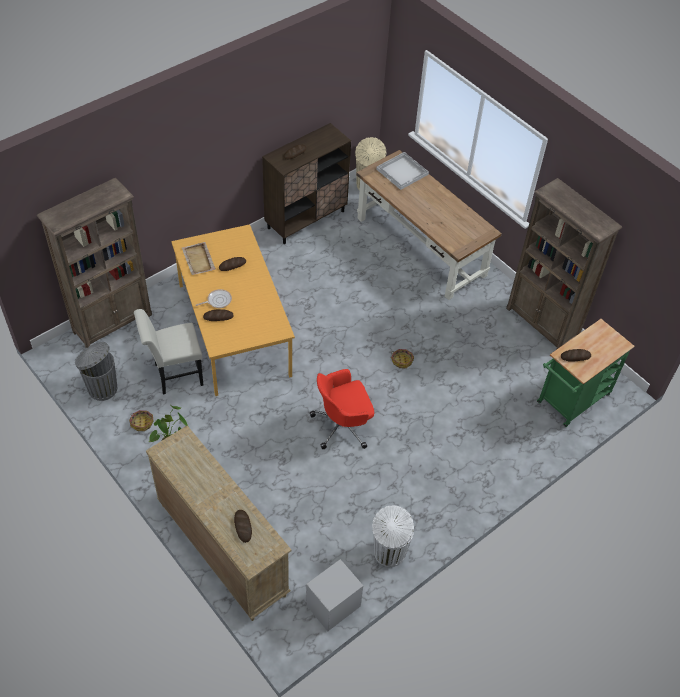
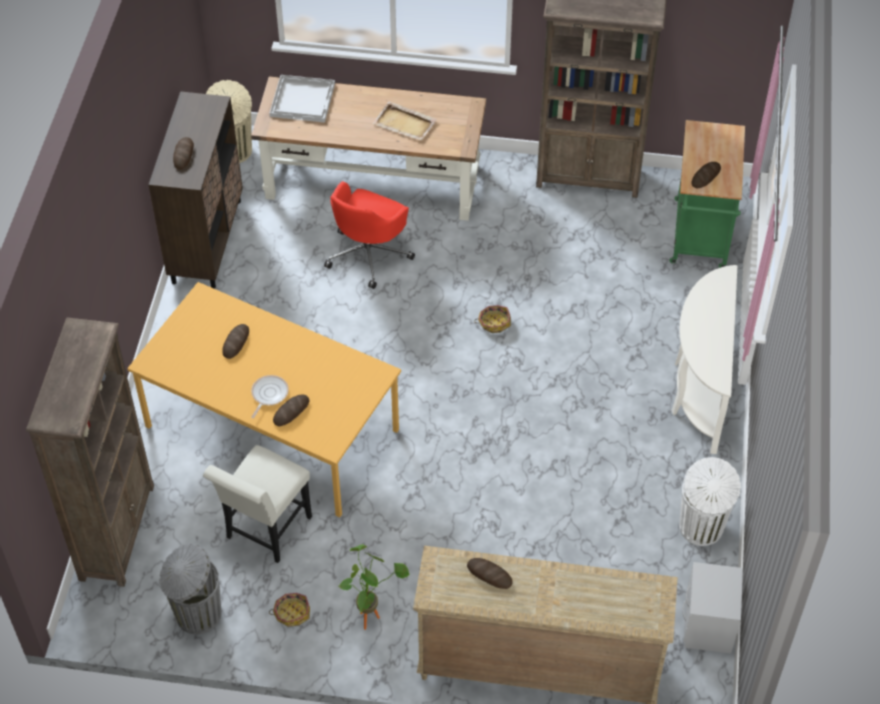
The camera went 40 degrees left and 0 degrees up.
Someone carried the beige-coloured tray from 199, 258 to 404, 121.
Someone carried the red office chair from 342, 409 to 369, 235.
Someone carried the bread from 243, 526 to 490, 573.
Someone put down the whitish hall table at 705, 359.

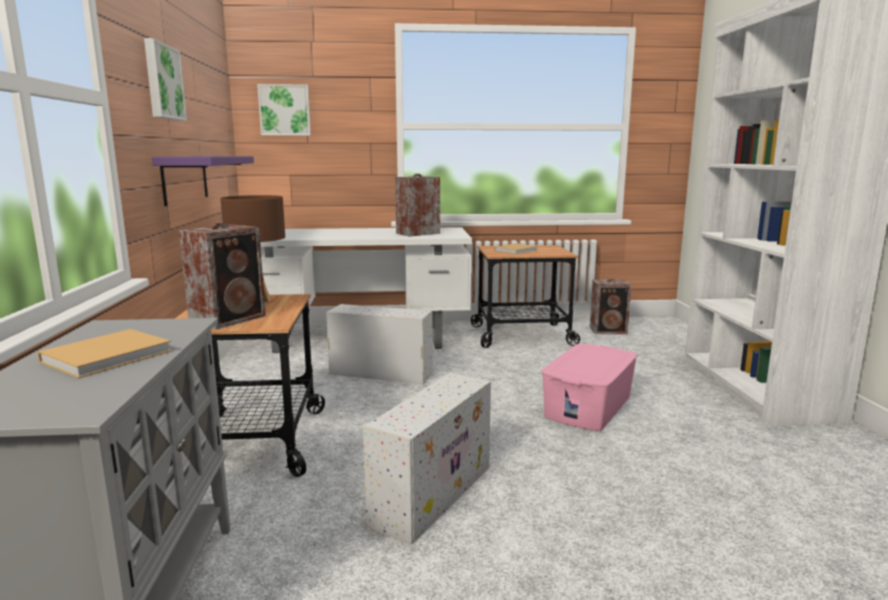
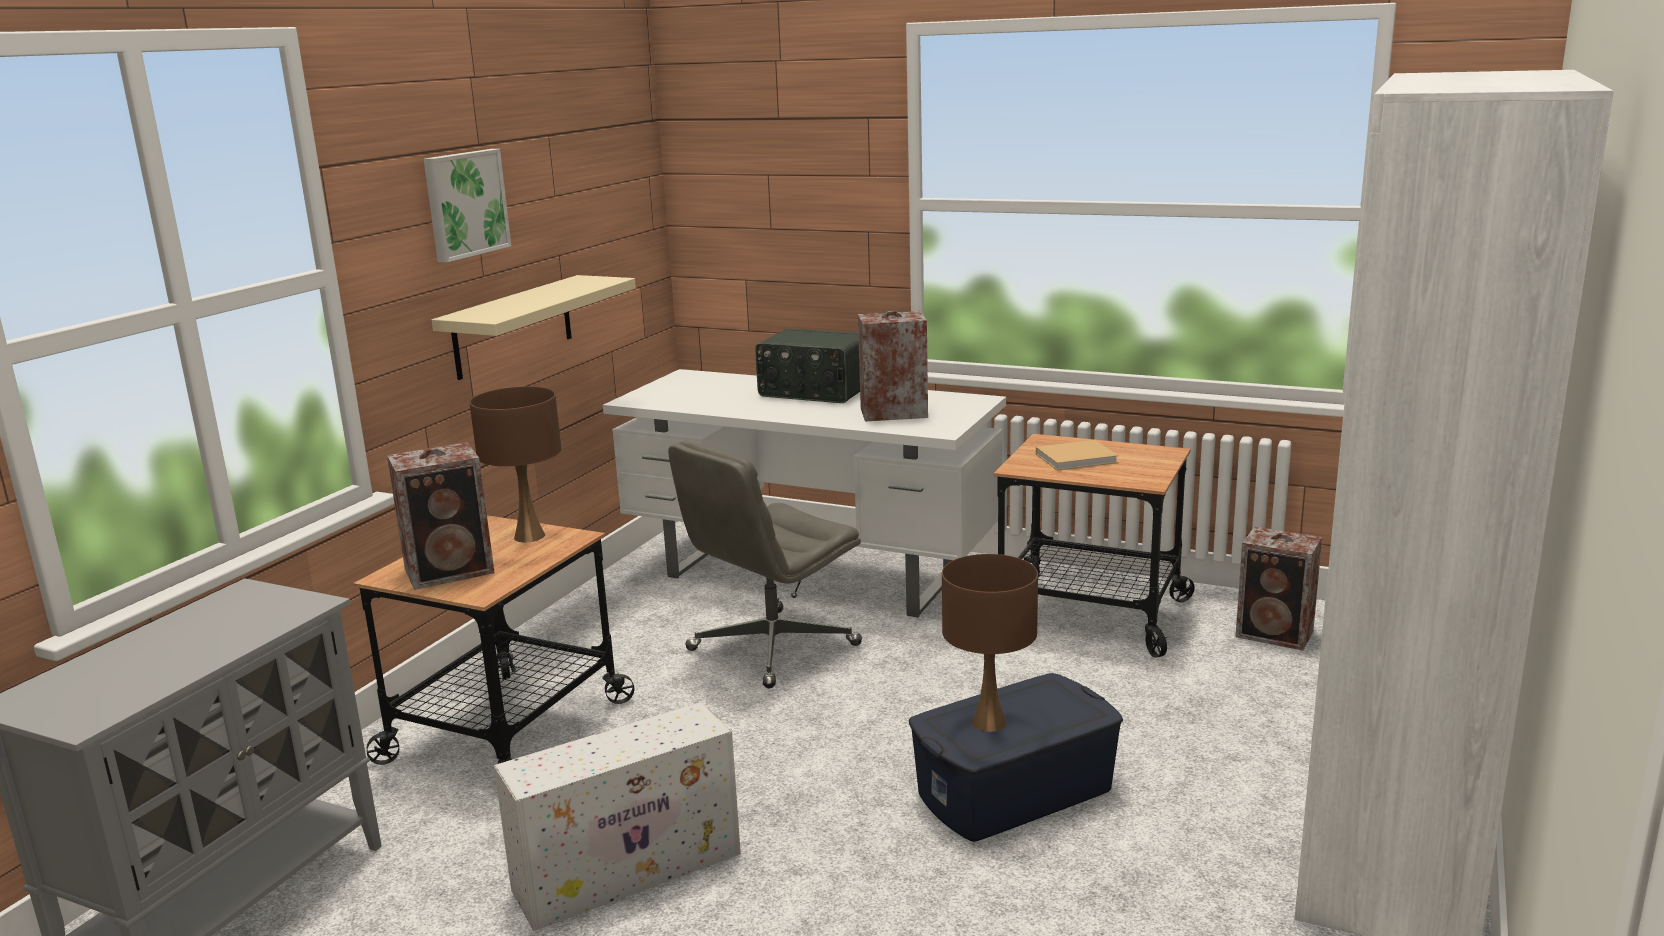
The camera went 30 degrees right and 5 degrees up.
Someone took away the wall art at 284, 110.
Someone repainted the purple wall shelf at 203, 181, which became the beige-coloured wall shelf at 534, 327.
Someone swapped the whitish storage container at 379, 344 for the greyish office chair at 765, 564.
Someone took away the beige-coloured bound book at 105, 354.
Someone repainted the pinkish storage container at 589, 387, which became the blue storage container at 1016, 757.
Someone put down the radio at 807, 365.
Someone put down the brownish lamp for a table at 990, 643.

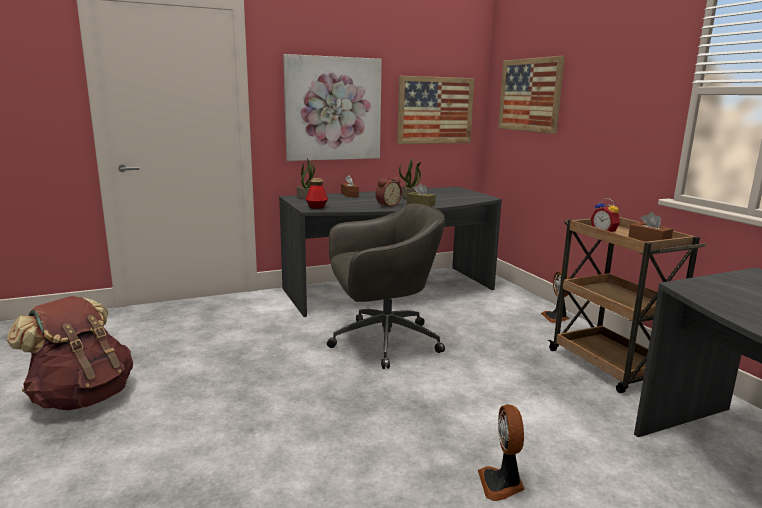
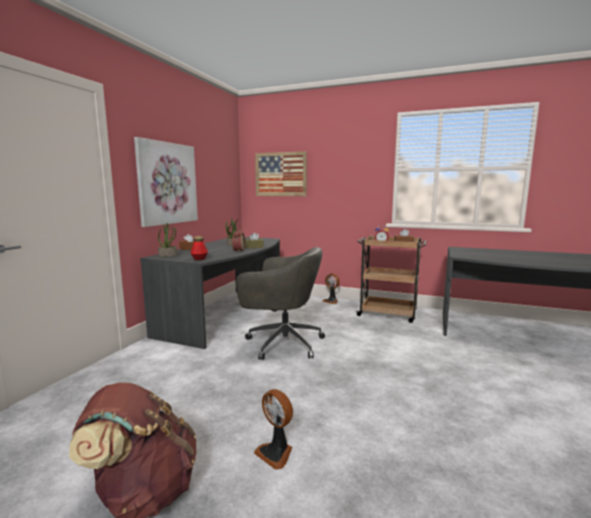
The camera went 45 degrees left and 5 degrees down.
Someone took away the wall art at 435, 110.
Someone rotated the greyish office chair at 386, 286 by 75 degrees clockwise.
Someone carried the fan from 501, 452 to 273, 429.

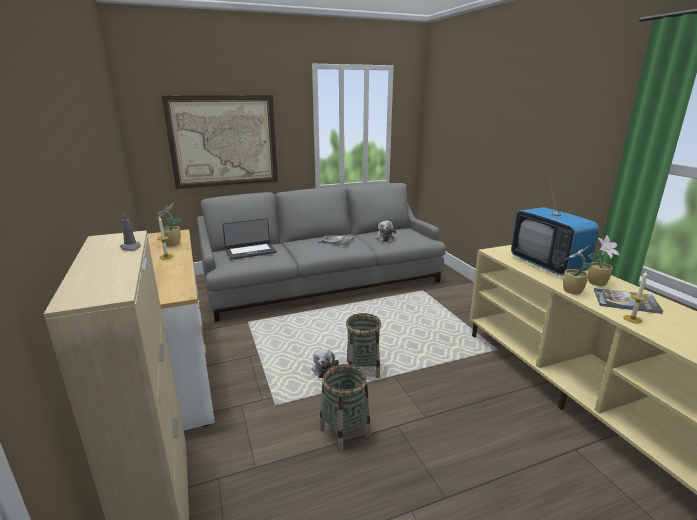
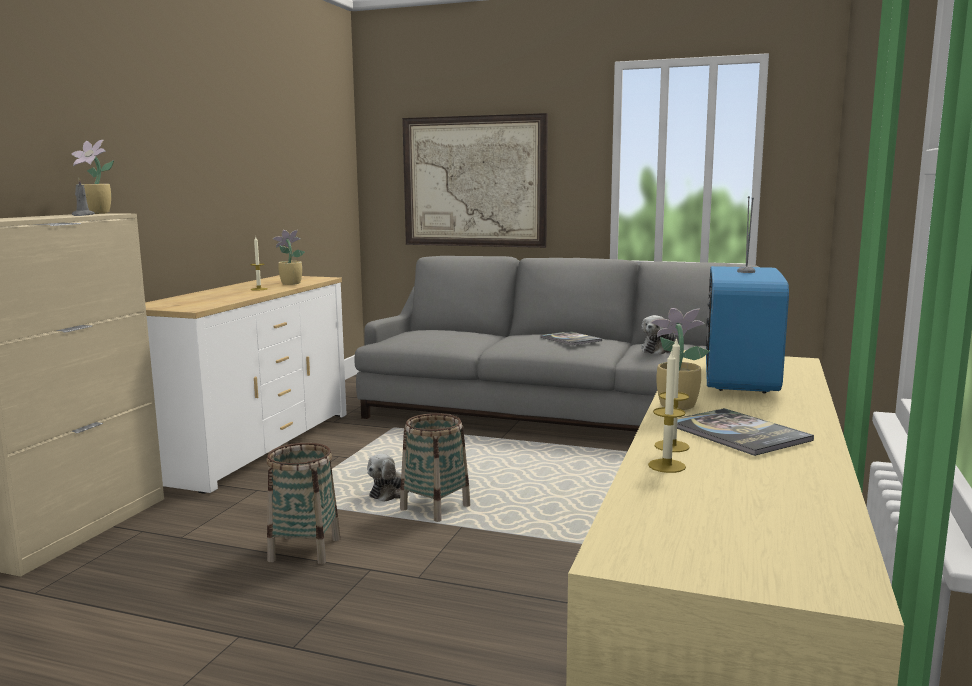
The camera went 40 degrees right and 10 degrees down.
Someone took away the notebook computer at 249, 239.
Someone carried the houseplant from 603, 261 to 93, 177.
Someone put down the candle at 667, 412.

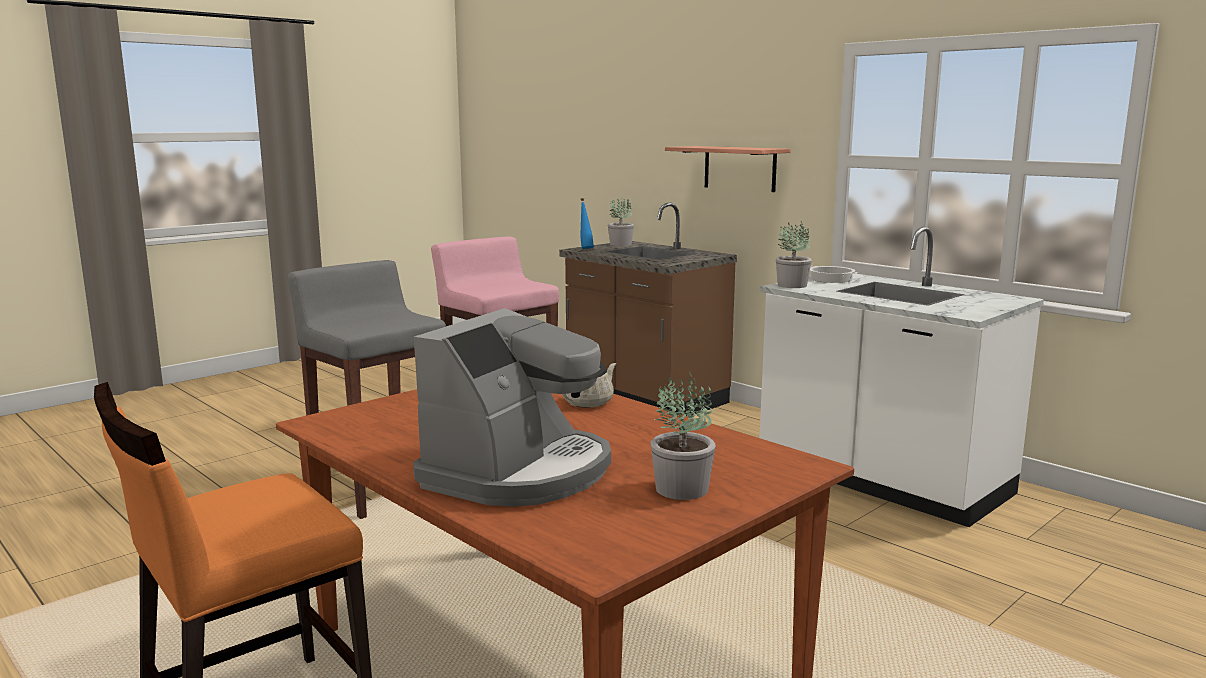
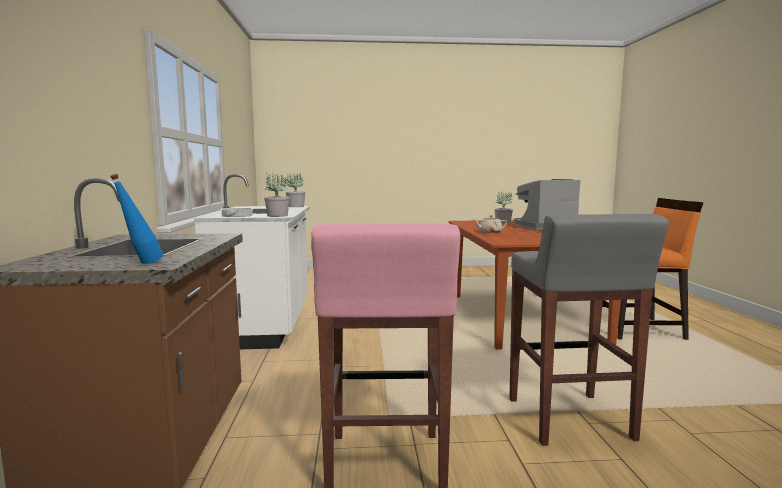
The camera went 140 degrees left and 5 degrees down.
Someone took away the wall shelf at 728, 169.
Someone carried the houseplant from 621, 222 to 295, 190.

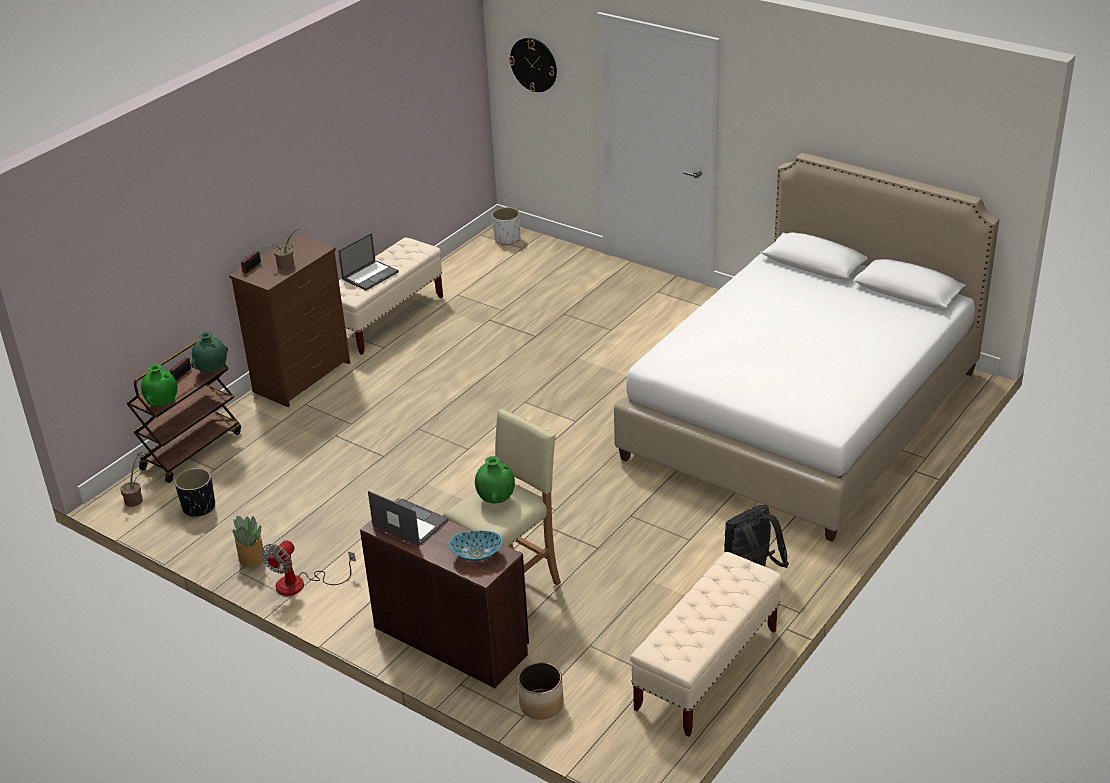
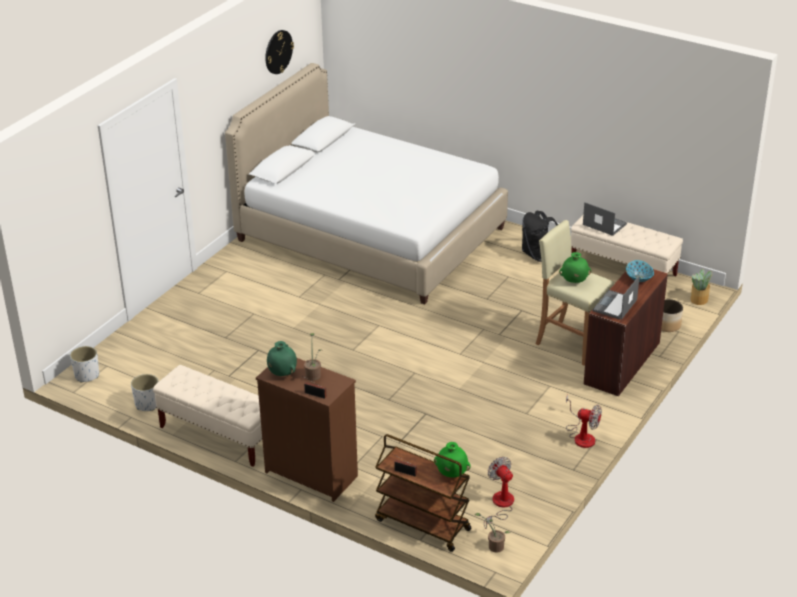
The camera went 95 degrees left and 0 degrees up.
Someone carried the clock on the wall from 533, 65 to 279, 52.
Someone carried the notebook computer from 368, 261 to 605, 219.
Someone carried the greenish vase from 209, 351 to 282, 358.
Someone swapped the black flower pot at 195, 492 for the fan at 499, 493.
Someone carried the houseplant from 247, 541 to 701, 287.
Someone put down the whitish flower pot at 145, 392.

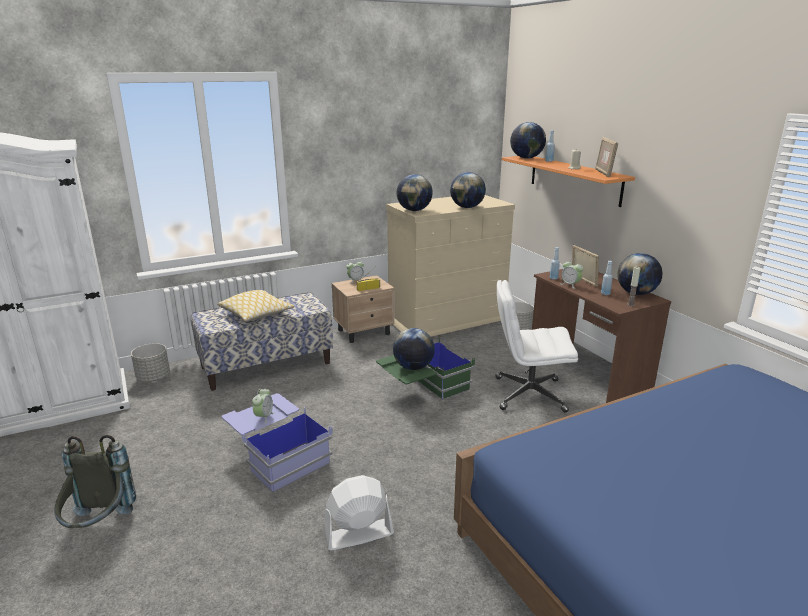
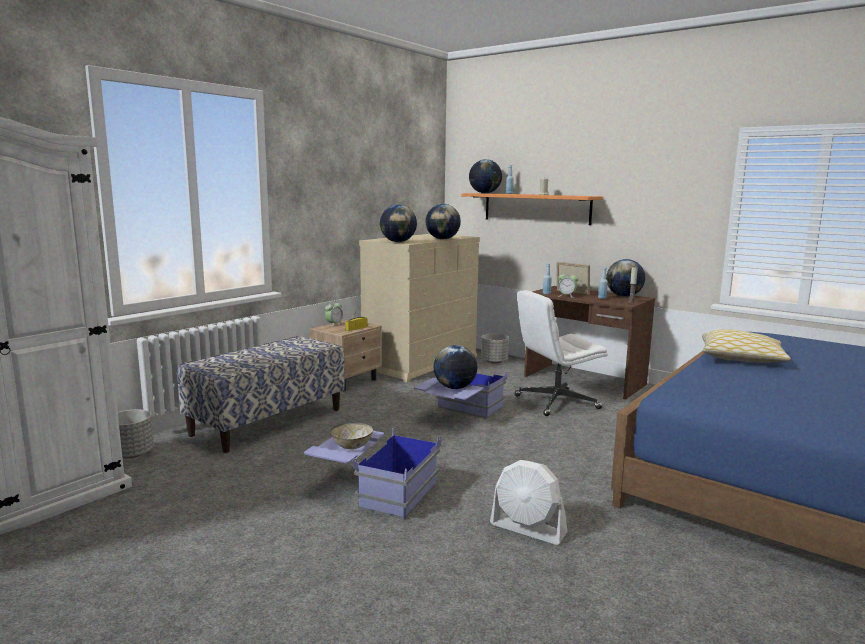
The camera went 25 degrees left and 10 degrees down.
Someone took away the picture frame at 606, 157.
Someone carried the cushion from 256, 306 to 746, 346.
Someone repainted the greenish storage container at 425, 368, which became the blue storage container at 461, 395.
Someone swapped the bedside clock at 263, 406 for the serving bowl at 351, 436.
Someone took away the greyish backpack at 95, 481.
Someone rotated the whitish fan at 359, 512 by 105 degrees counterclockwise.

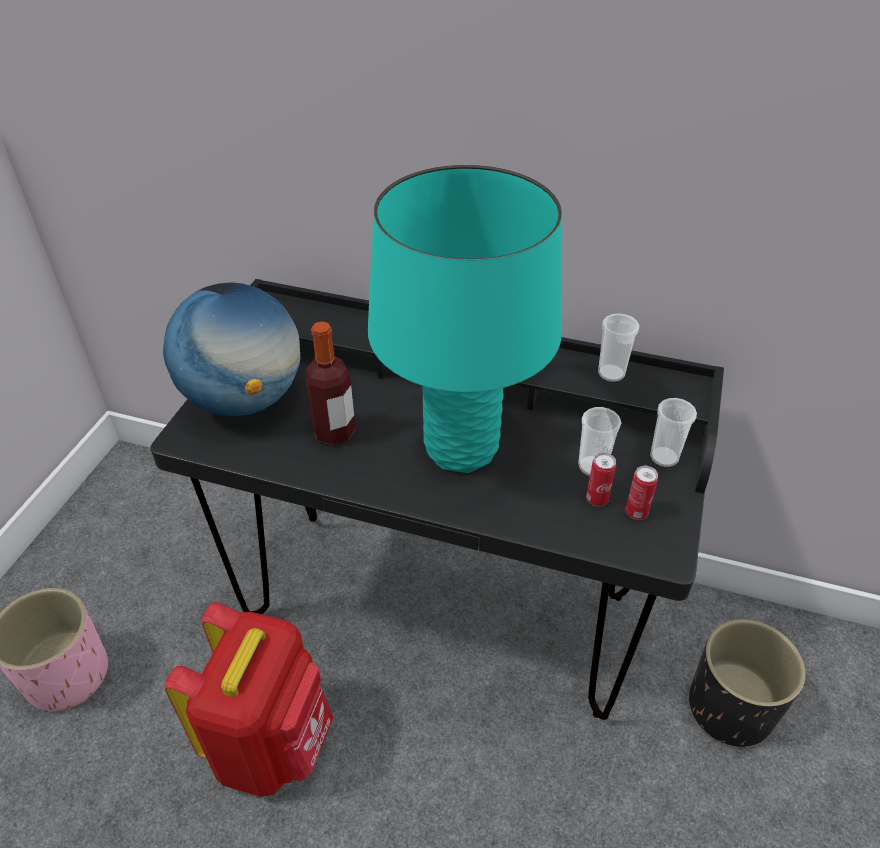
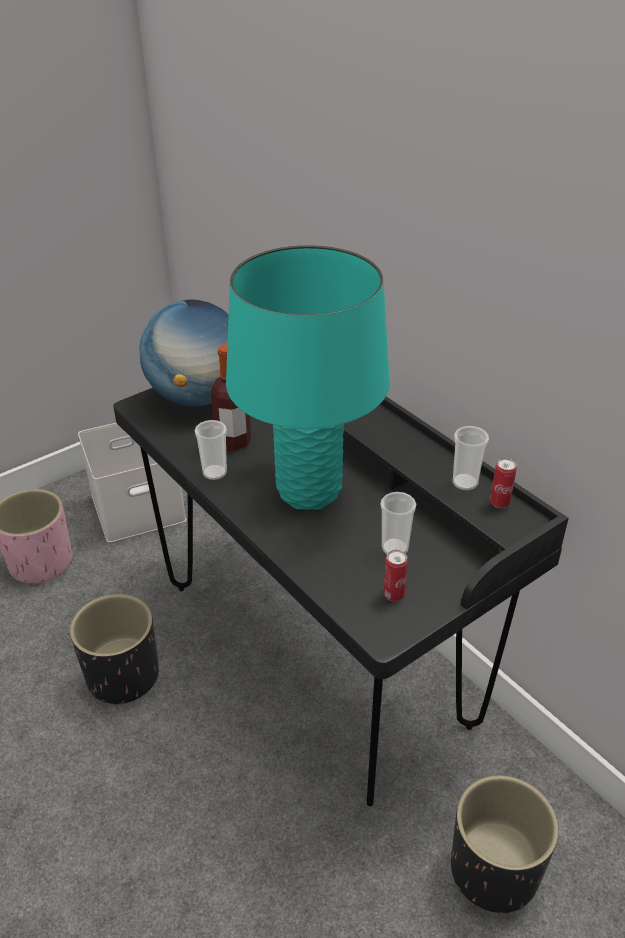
The camera went 35 degrees right and 5 degrees down.
Someone carried the cup from 673, 432 to 210, 450.
Someone carried the can from 601, 480 to 503, 483.
Someone swapped the red backpack at 249, 699 for the black flower pot at 114, 650.
Someone put down the whitish storage container at 132, 483.

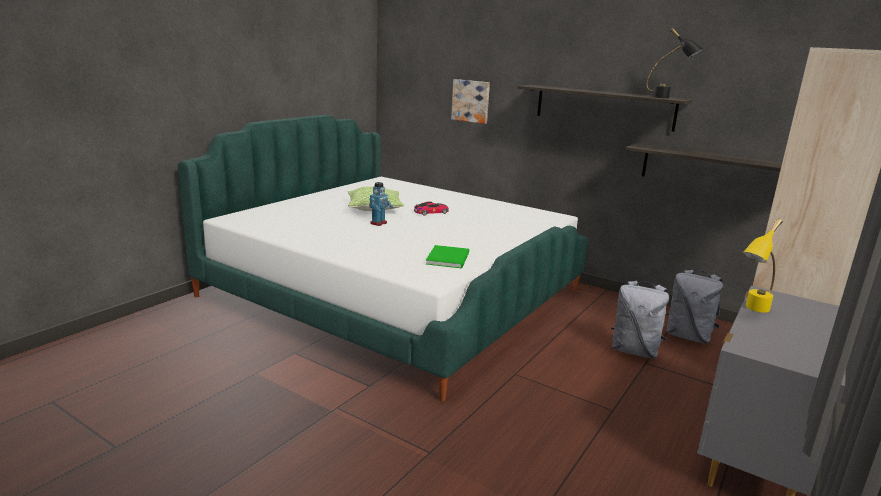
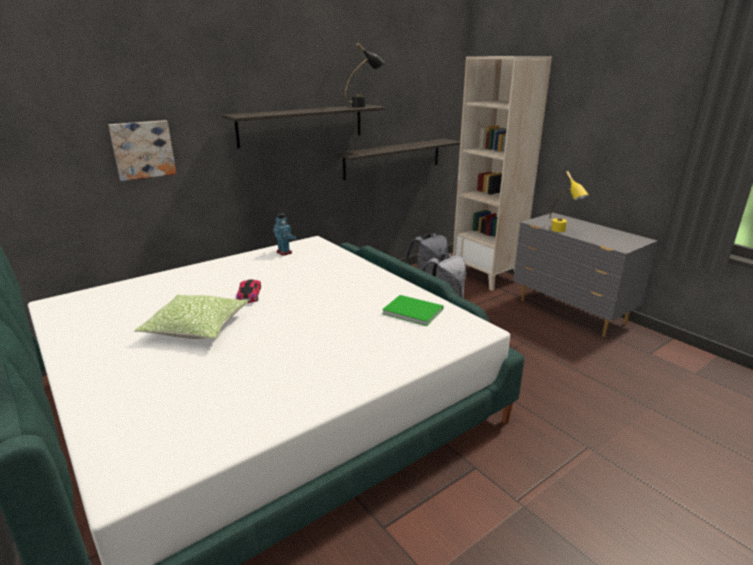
The camera went 70 degrees left and 5 degrees up.
Someone carried the robot figure from 381, 204 to 285, 234.

